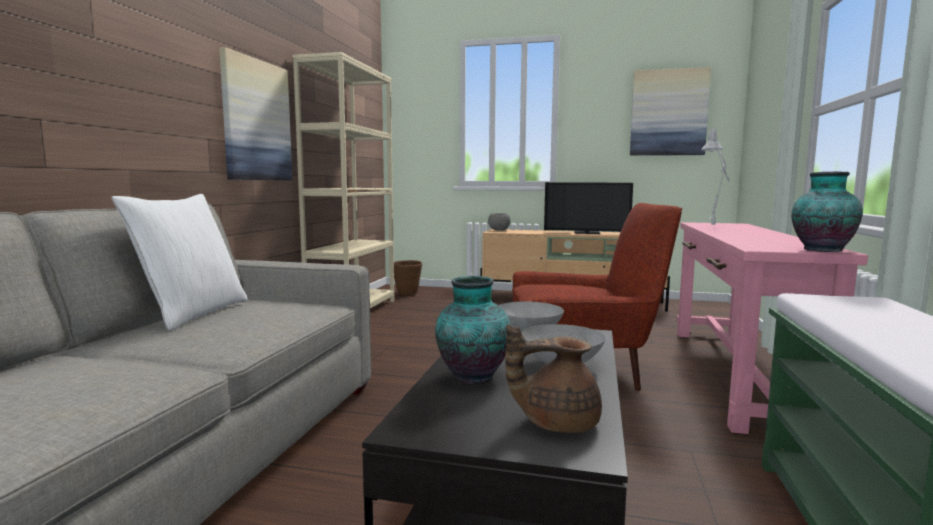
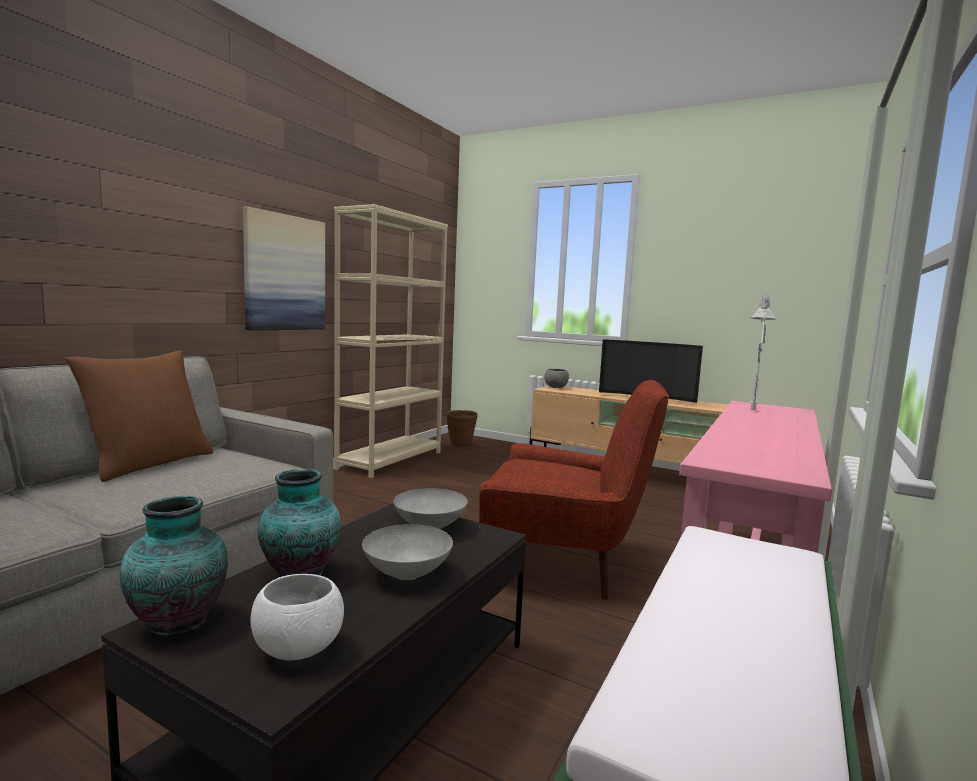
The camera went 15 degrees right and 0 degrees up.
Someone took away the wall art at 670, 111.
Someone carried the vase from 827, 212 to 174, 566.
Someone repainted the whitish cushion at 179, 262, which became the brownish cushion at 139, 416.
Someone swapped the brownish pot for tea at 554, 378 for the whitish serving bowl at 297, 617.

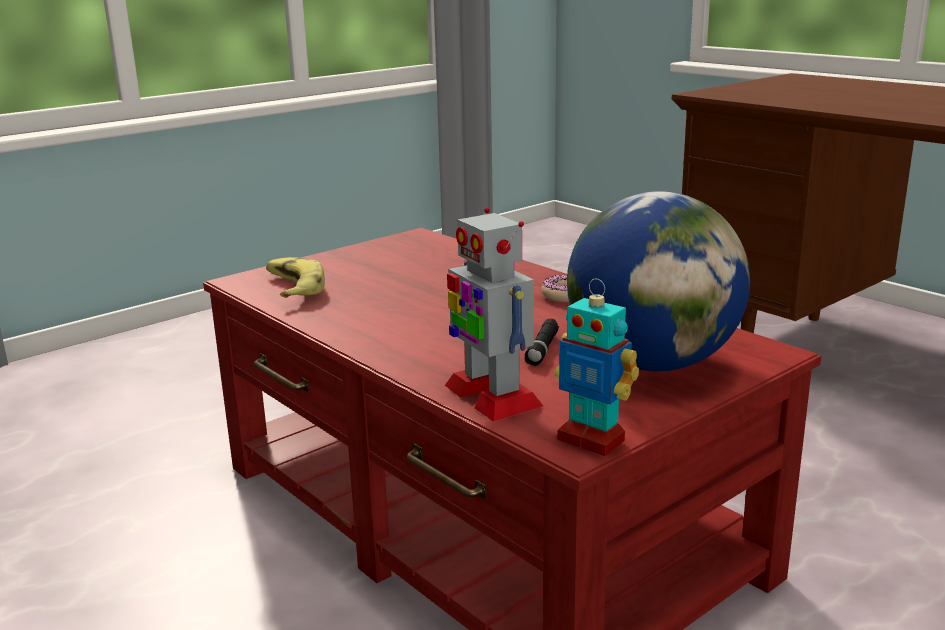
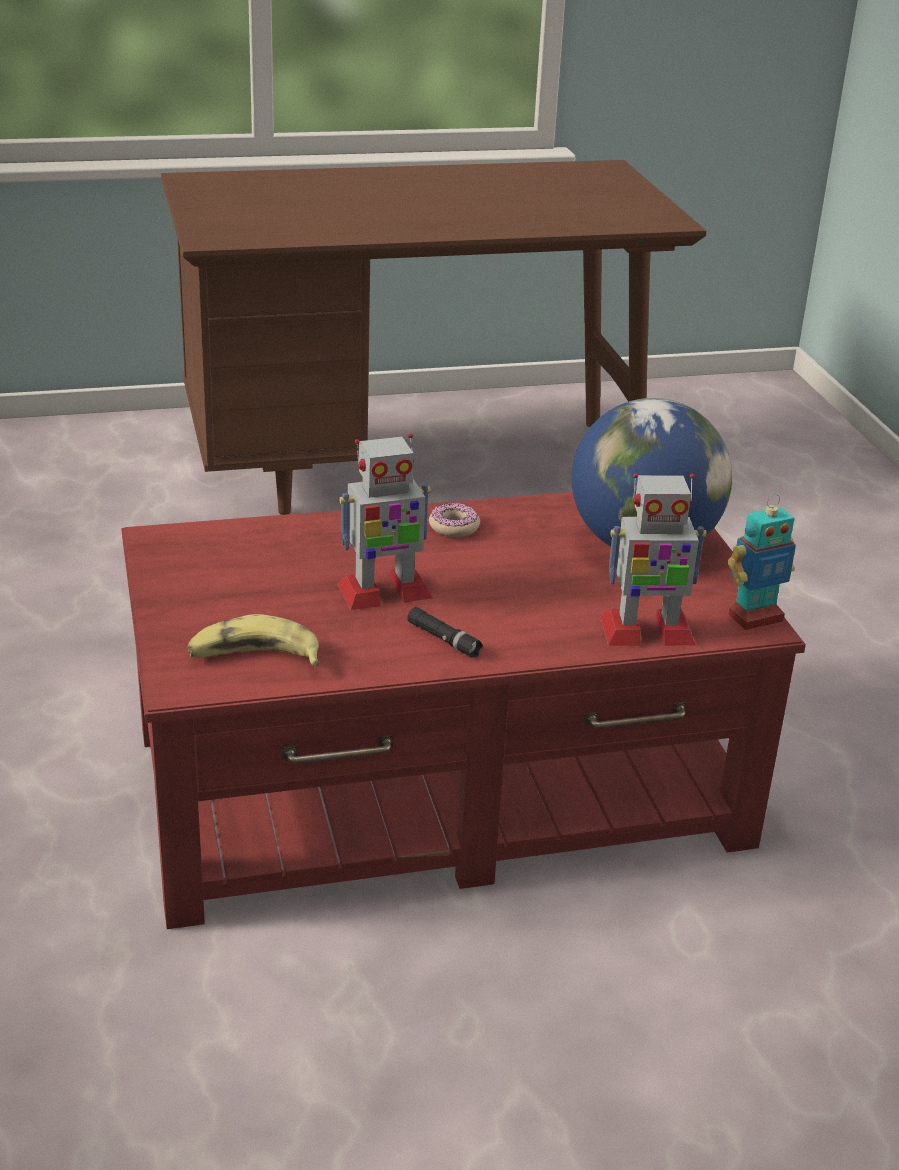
The camera went 65 degrees left and 10 degrees up.
Someone carried the black flashlight from 542, 342 to 445, 632.
Someone put down the robot figure at 385, 521.

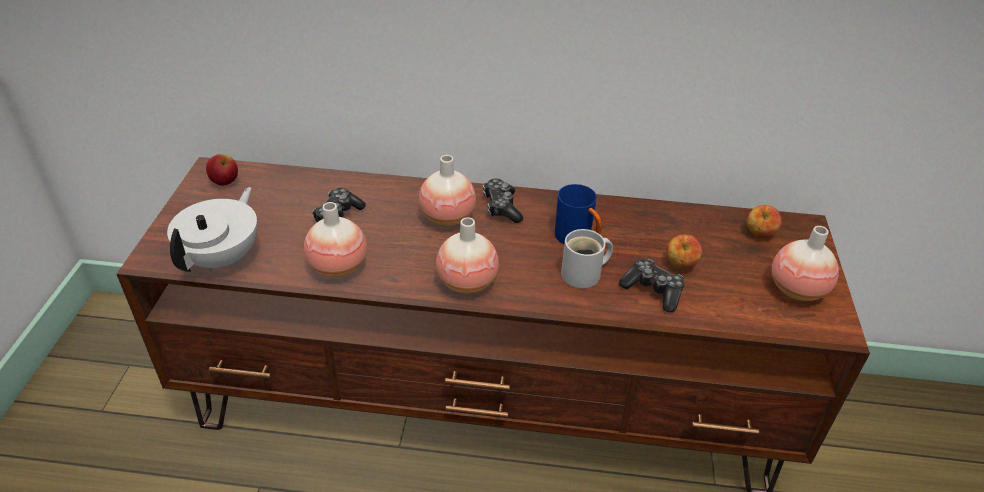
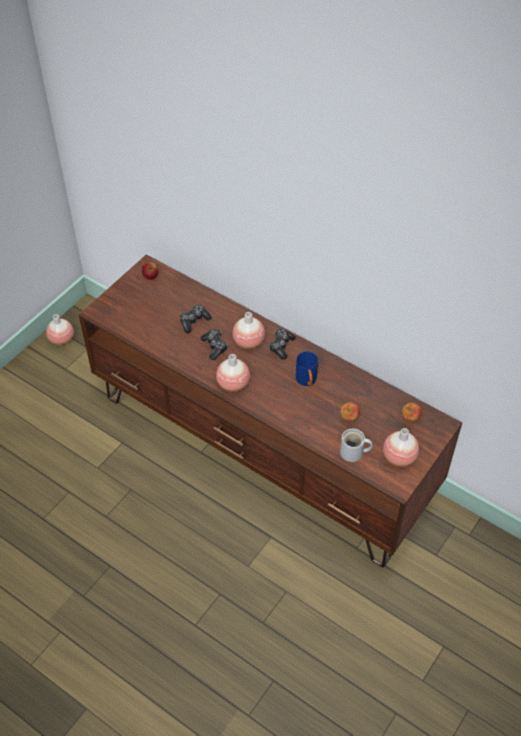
The camera went 30 degrees right and 10 degrees up.
Someone took away the whitish pot for tea at 212, 229.
Someone carried the vase from 335, 239 to 60, 329.
Someone carried the whitish coffee mug from 587, 258 to 356, 445.
Someone carried the game controller from 651, 285 to 214, 344.

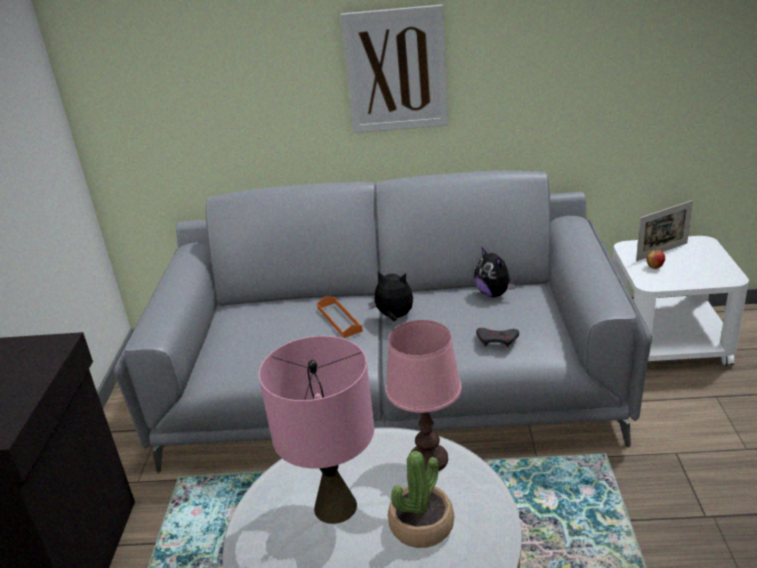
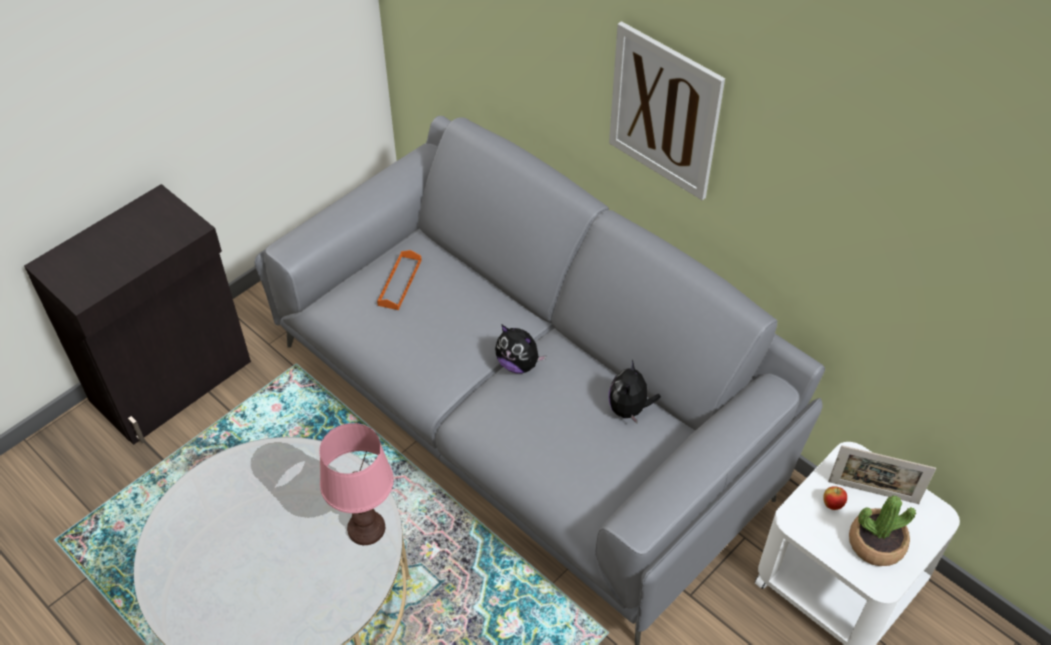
The camera went 40 degrees right and 20 degrees up.
Someone rotated the plush toy at 390, 296 by 150 degrees clockwise.
Someone carried the orange tray from 340, 317 to 399, 280.
Someone took away the greyish game controller at 497, 337.
Someone took away the pinkish lamp for a table at 316, 430.
Someone carried the houseplant from 421, 499 to 882, 530.

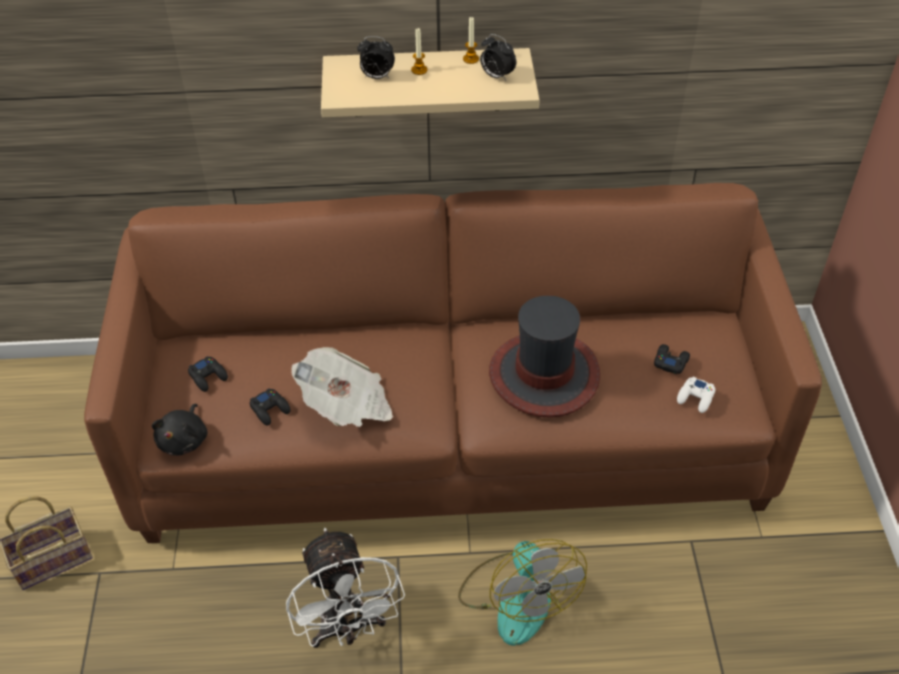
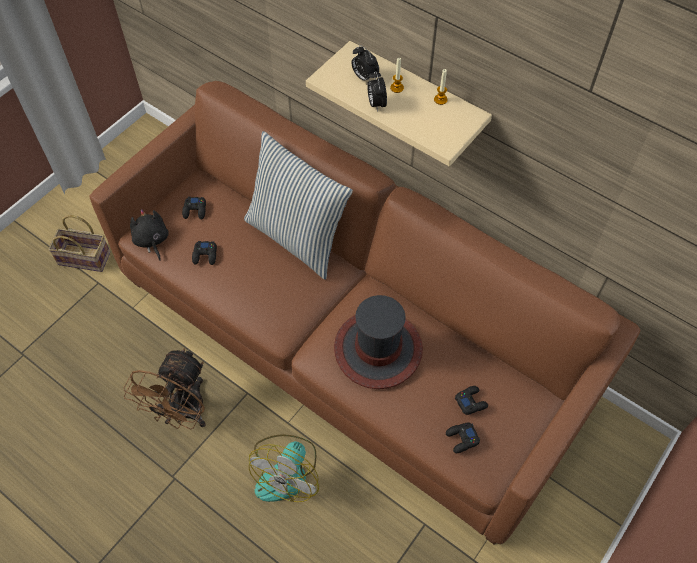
The camera went 40 degrees right and 10 degrees up.
Someone carried the bedside clock from 498, 57 to 377, 91.
Someone took away the printed paper at 342, 387.
Someone repainted the whitish game controller at 696, 394, which became the black game controller at 463, 438.
Someone rotated the black plush toy at 180, 429 by 105 degrees clockwise.
Someone repainted the whitish fan at 345, 588, which became the brownish fan at 164, 388.
Someone put down the cushion at 298, 205.

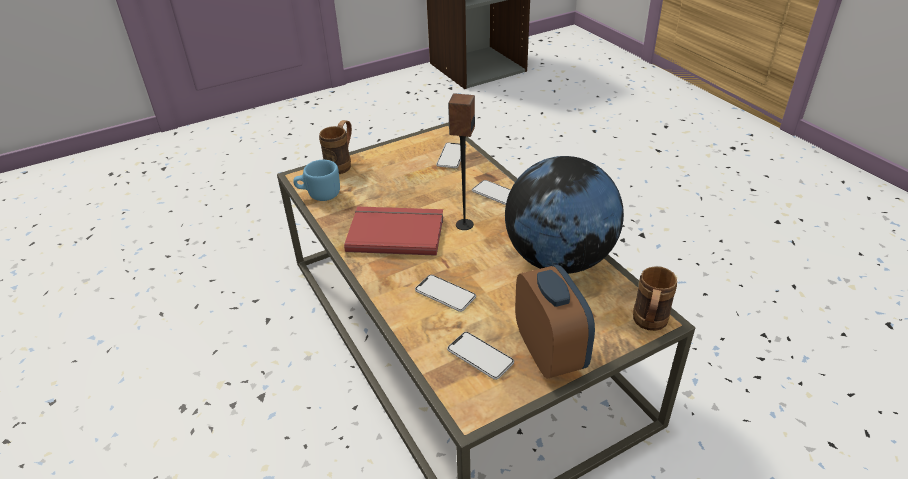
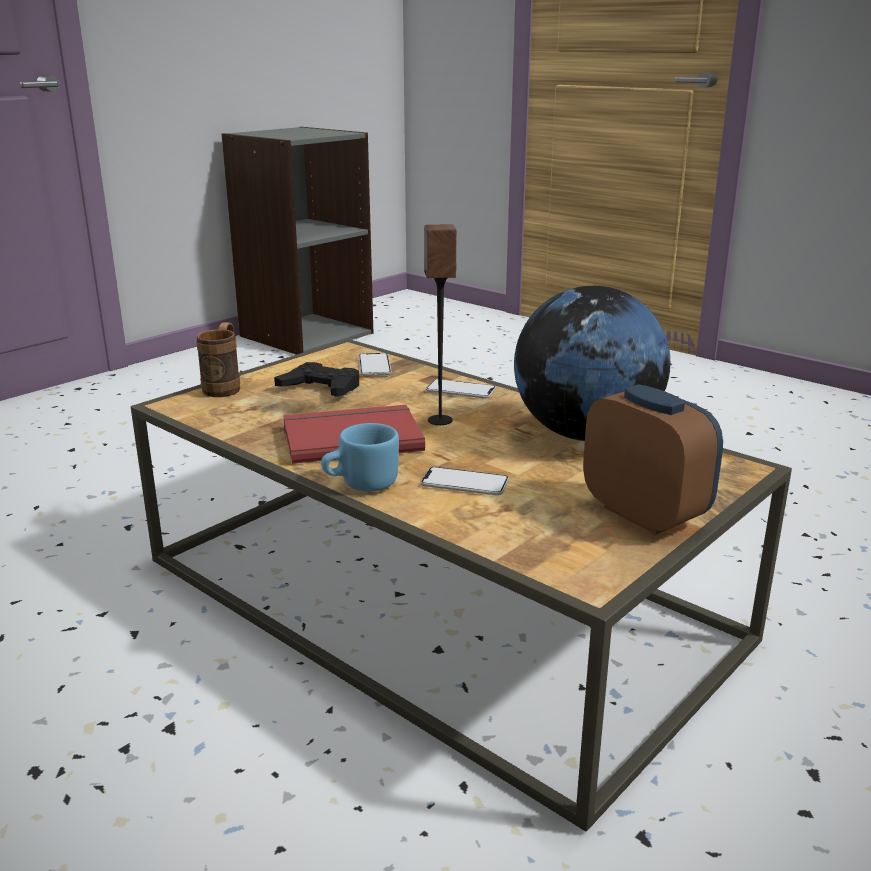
The camera went 20 degrees left and 15 degrees down.
Someone carried the blue coffee mug from 316, 180 to 360, 457.
Someone took away the brownish coffee mug at 655, 298.
Someone took away the phone at 480, 356.
Someone put down the black game controller at 316, 379.

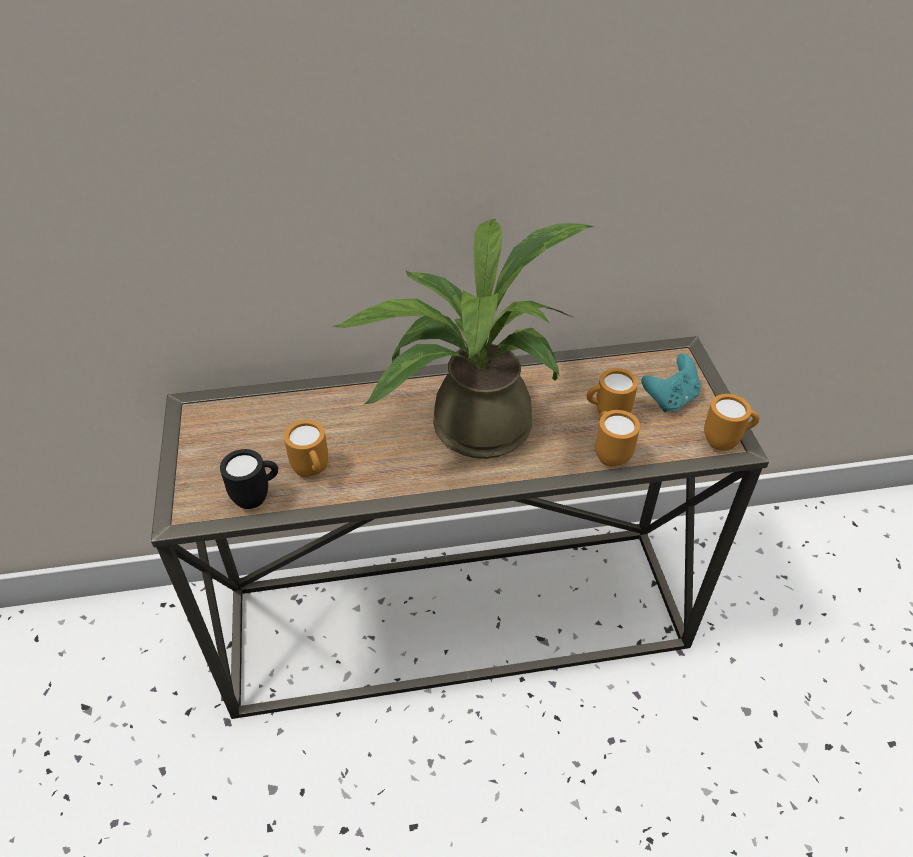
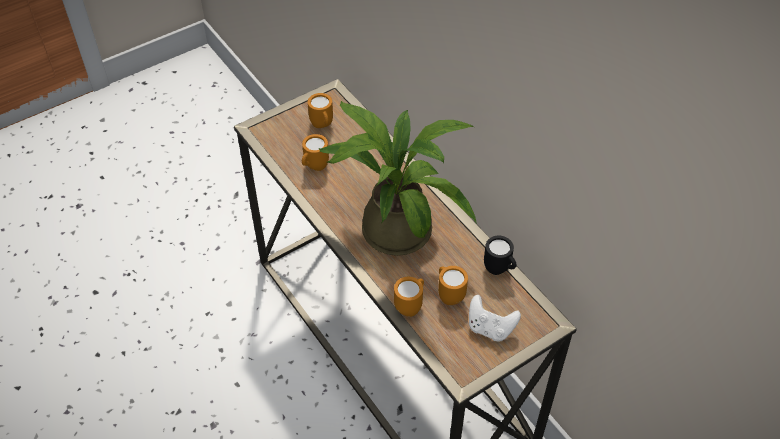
The camera went 65 degrees right and 5 degrees up.
Someone repainted the blue-green game controller at 671, 383, which became the whitish game controller at 495, 318.
Someone carried the orange coffee mug from 731, 422 to 320, 110.
Someone carried the black coffee mug from 249, 479 to 500, 255.

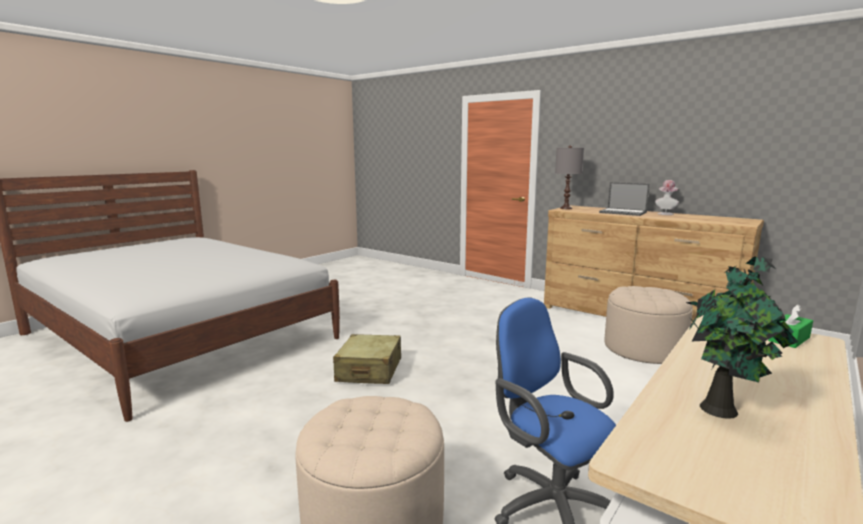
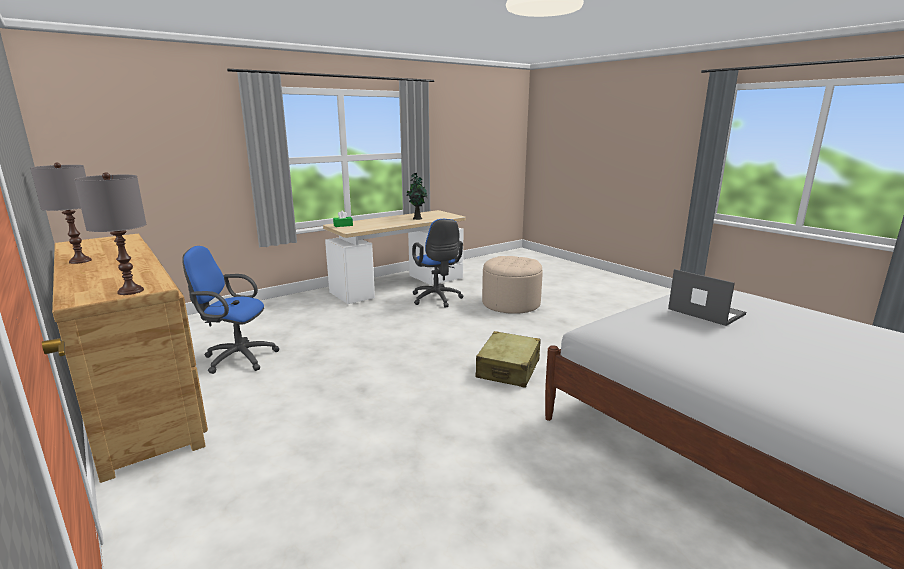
The camera went 165 degrees left and 5 degrees up.
Someone swapped the clothing hat at 667, 197 for the greyish lamp for a table at 61, 213.
Someone carried the notebook computer from 624, 199 to 707, 297.
Someone swapped the beige-coloured pouffe at 648, 325 for the blue office chair at 230, 310.

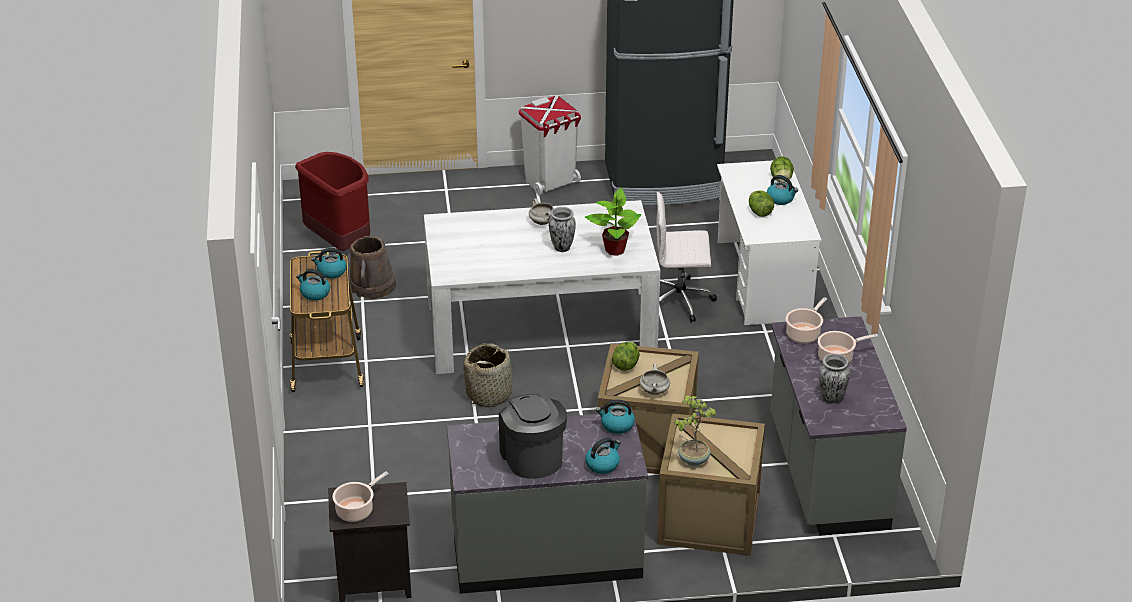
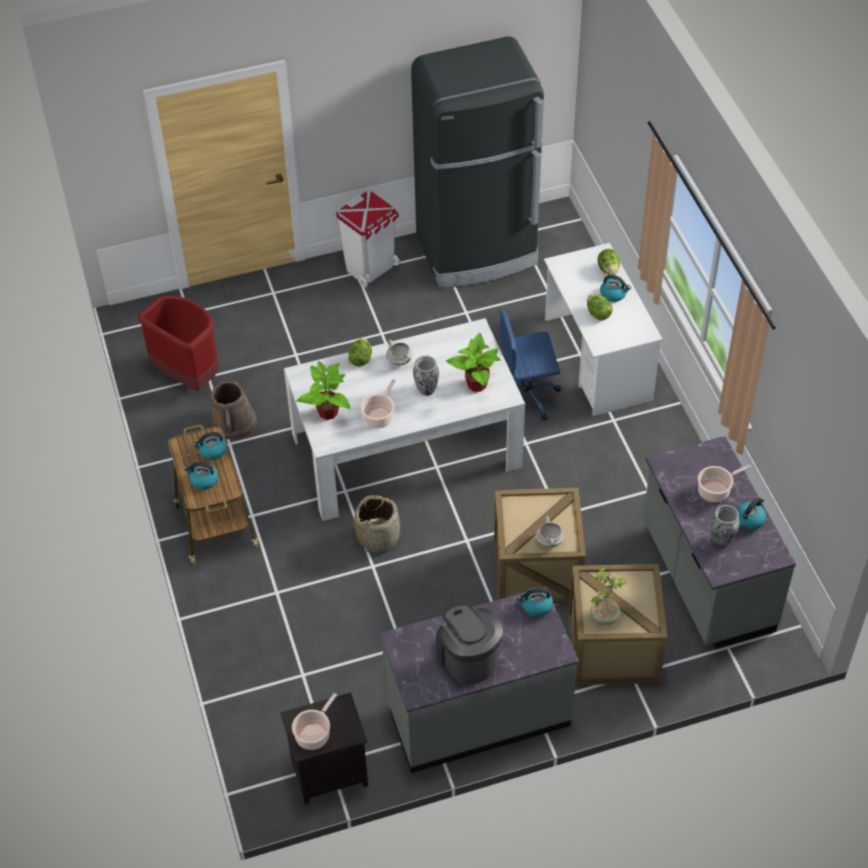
The camera went 10 degrees left and 15 degrees up.
Someone repainted the whitish office chair at 686, 257, which became the blue office chair at 530, 365.
Someone carried the saucepot from 806, 320 to 378, 403.
Someone carried the lettuce head from 626, 356 to 360, 352.
Someone carried the tea kettle from 603, 455 to 751, 513.
Someone put down the houseplant at 323, 390.

